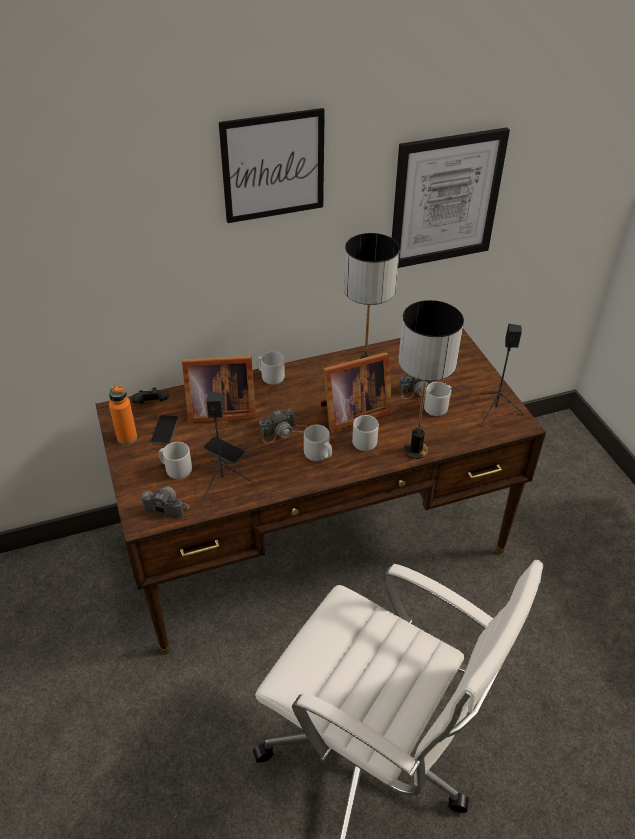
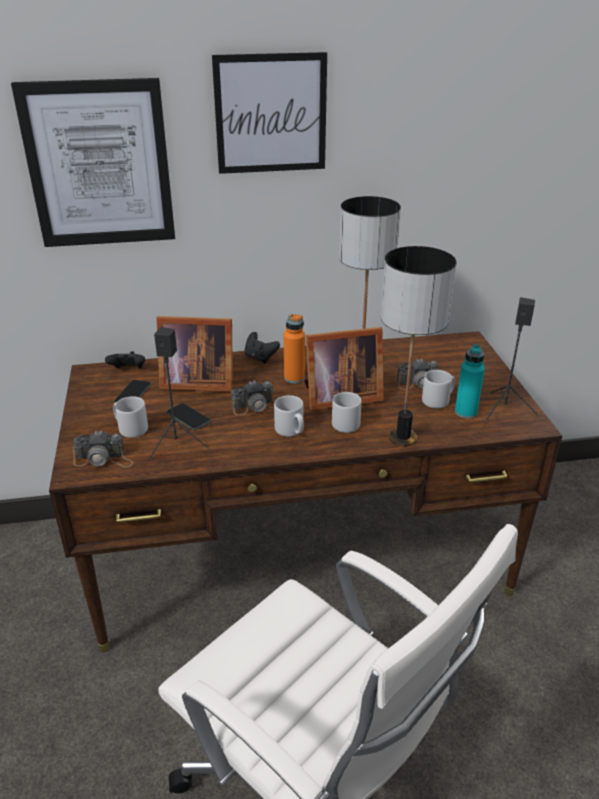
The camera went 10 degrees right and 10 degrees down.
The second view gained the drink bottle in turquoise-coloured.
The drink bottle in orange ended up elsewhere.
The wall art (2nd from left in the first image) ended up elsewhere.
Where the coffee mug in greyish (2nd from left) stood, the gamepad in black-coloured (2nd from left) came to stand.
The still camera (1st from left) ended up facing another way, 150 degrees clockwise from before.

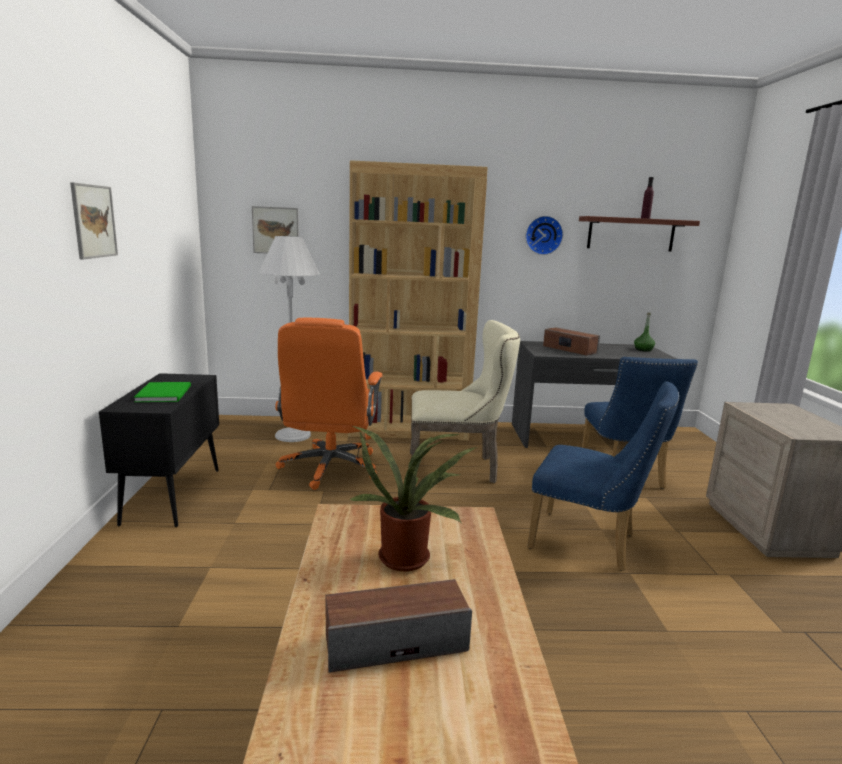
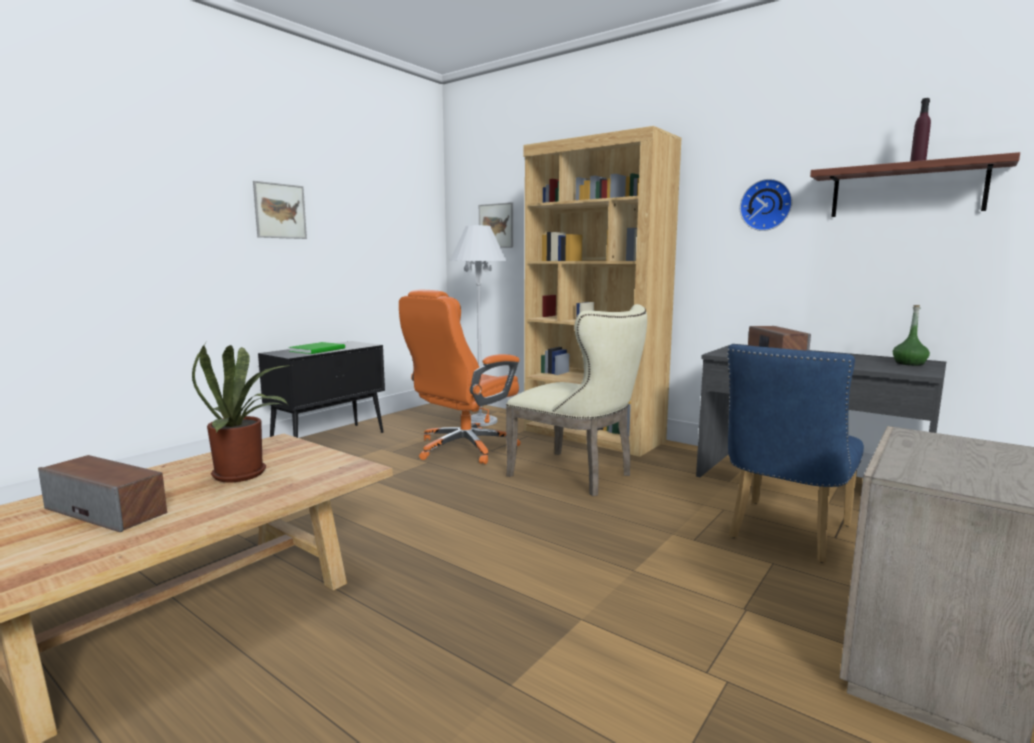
The camera went 40 degrees right and 5 degrees down.
The second view lost the chair in blue (1st from left).

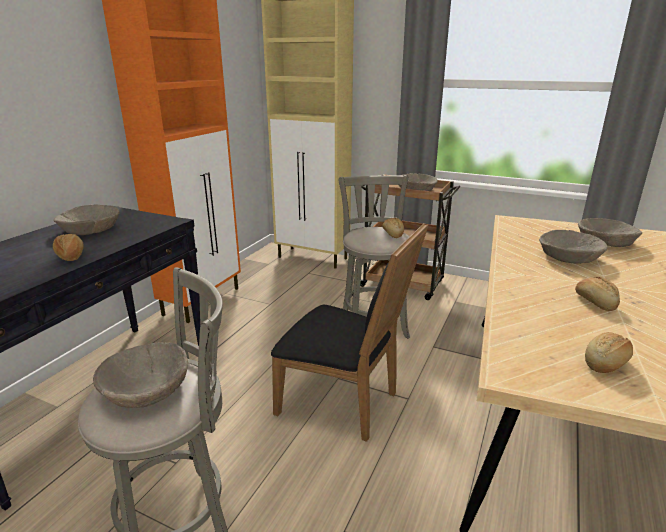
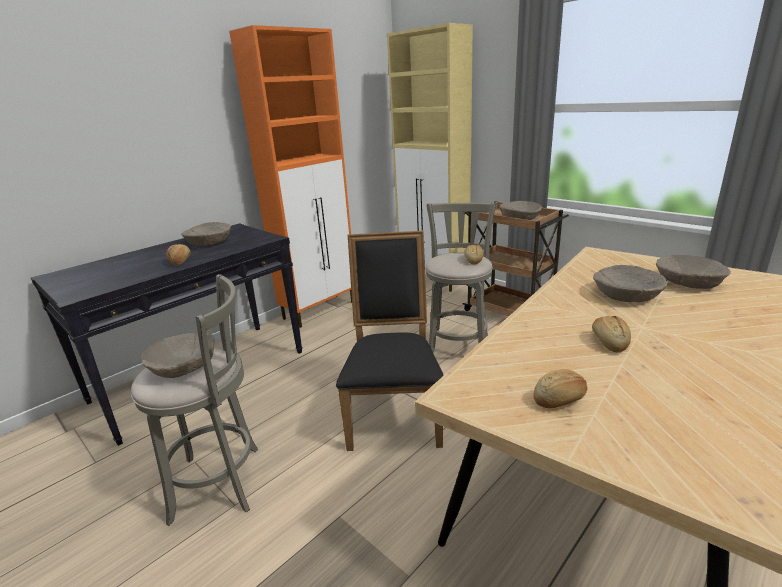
The camera went 20 degrees right and 0 degrees up.
The chair in black-coloured ended up facing another way, 135 degrees counterclockwise from before.

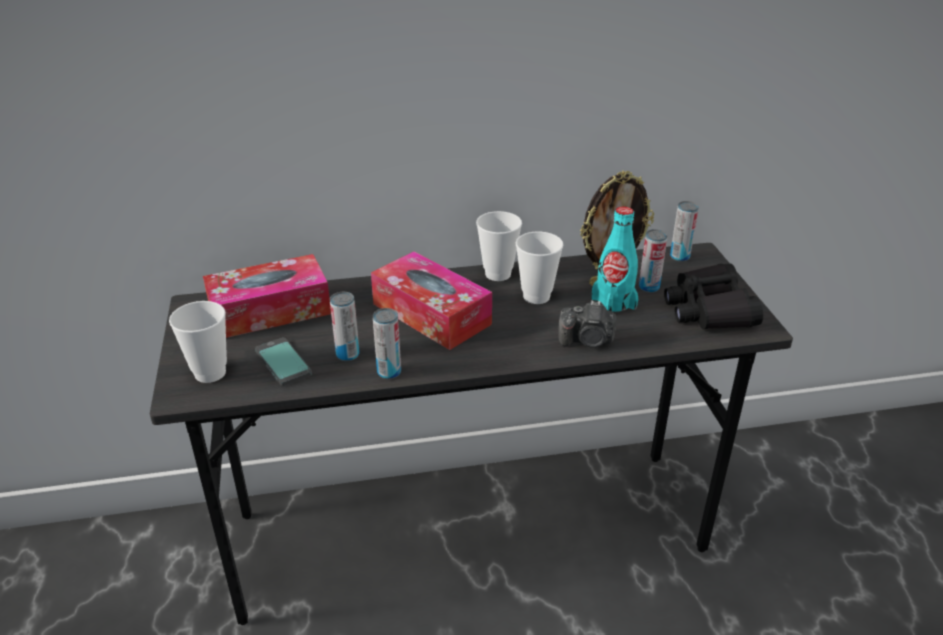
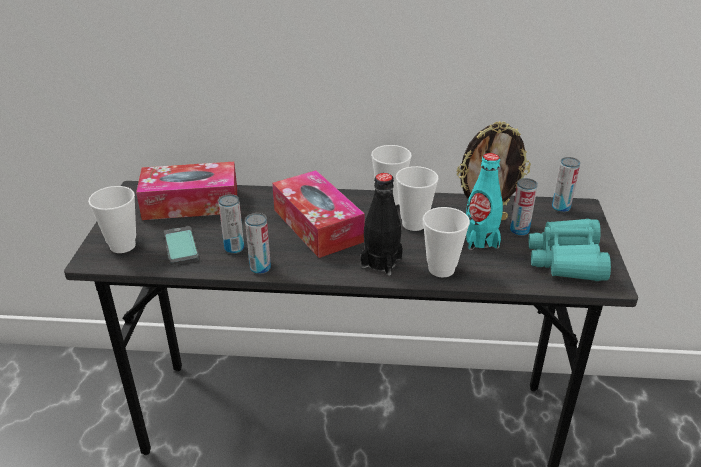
The camera went 15 degrees right and 0 degrees up.
The second view gained the drink bottle in black-coloured.
Where the still camera stood, the cup (4th from left) came to stand.
What was the binoculars in black-coloured turned into the binoculars in turquoise-coloured.

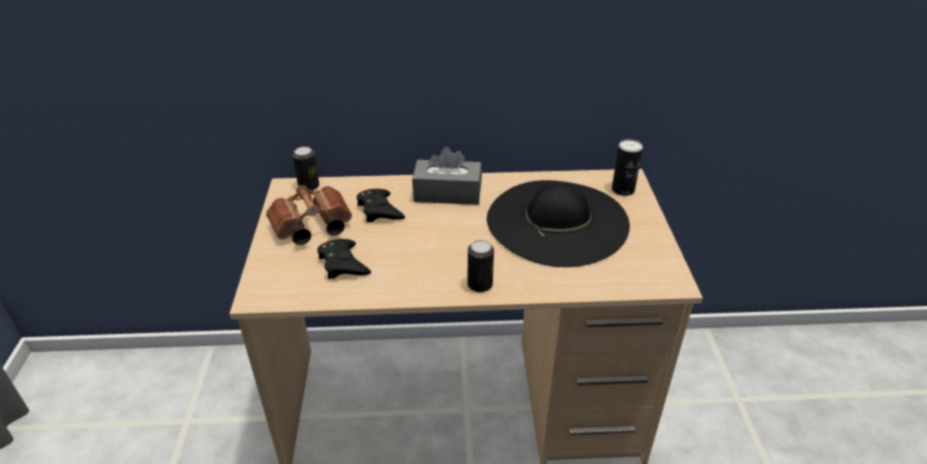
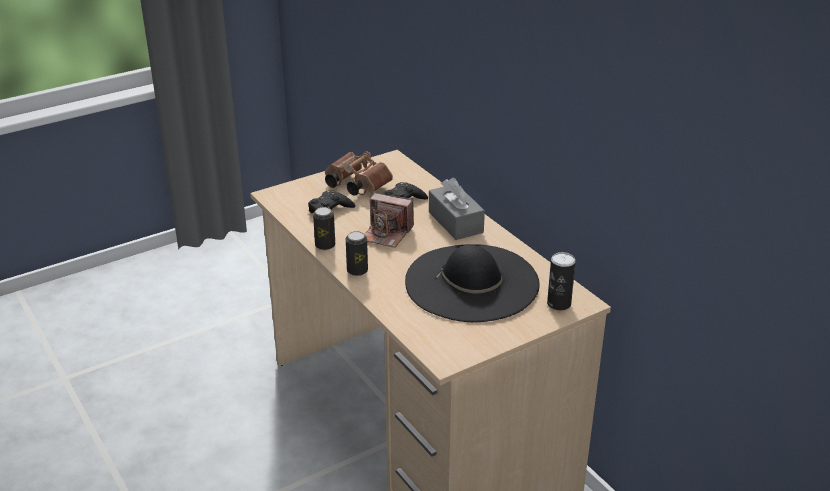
The camera went 60 degrees right and 5 degrees down.
The second view gained the still camera.
The metal can (1st from left) ended up elsewhere.

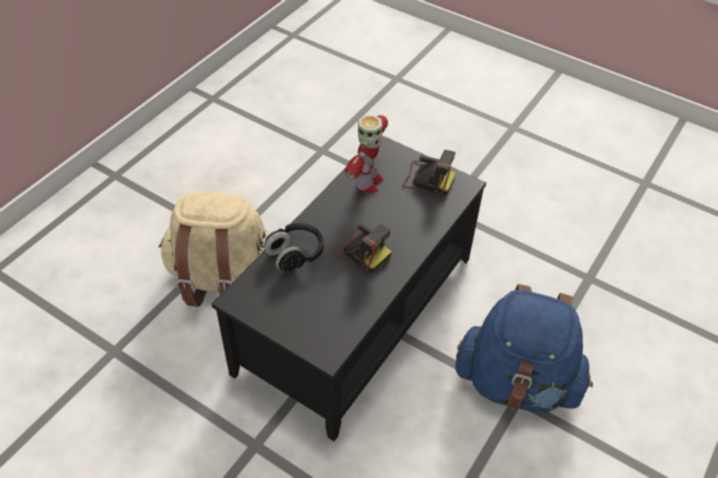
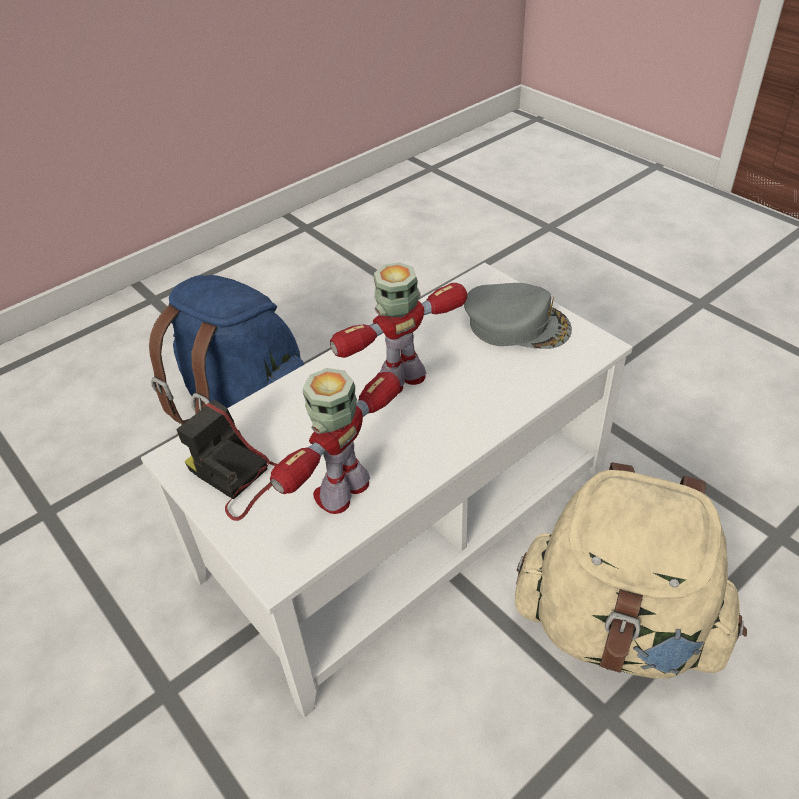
The camera went 160 degrees left and 5 degrees down.
The second view lost the headphones in black-coloured.
The second view gained the baseball cap in greyish.
Where the still camera (1st from left) stood, the toy robot (2nd from left) came to stand.
What was the lounge table in black-coloured turned into the lounge table in whitish.

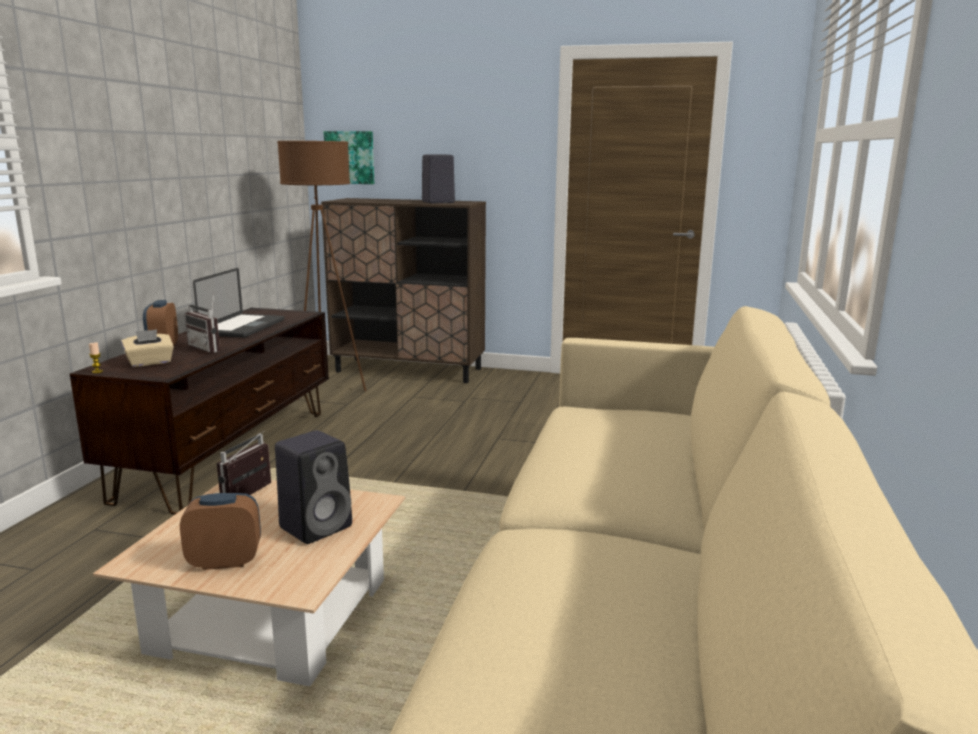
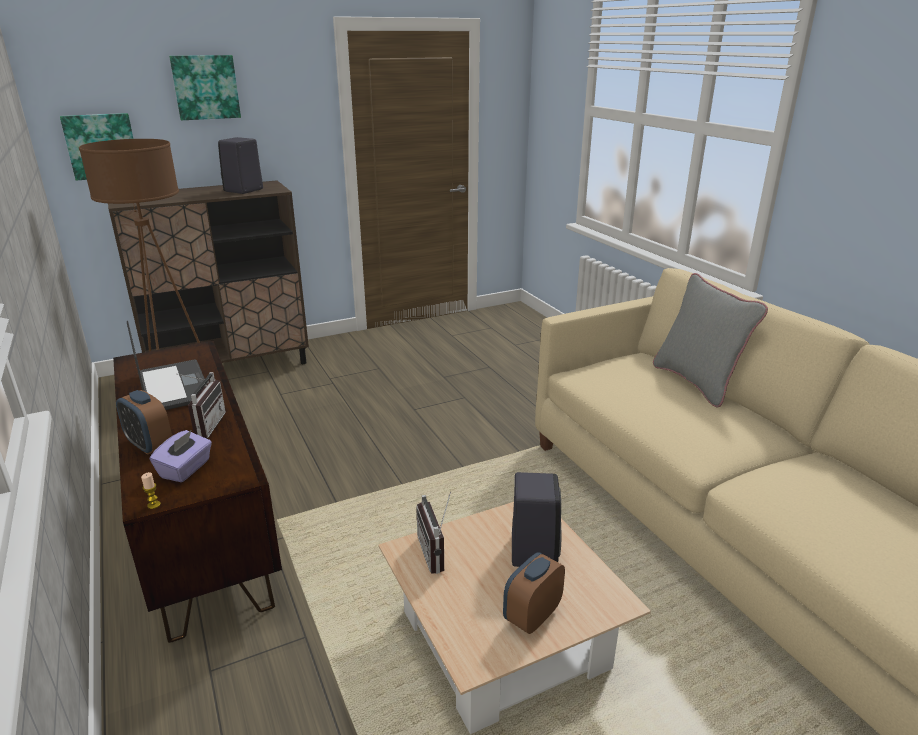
The camera went 40 degrees left and 10 degrees up.
The second view gained the wall art (2nd from left).
The second view gained the throw pillow in greyish.
What was the tissue box in beige-coloured turned into the tissue box in purple-coloured.
The radio (1st from left) ended up facing another way, 90 degrees counterclockwise from before.

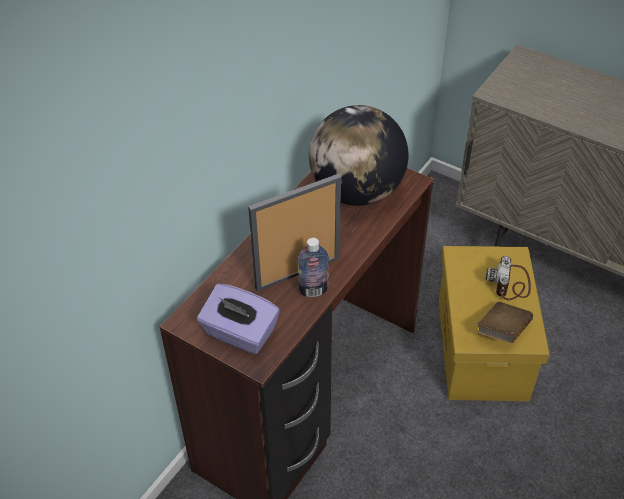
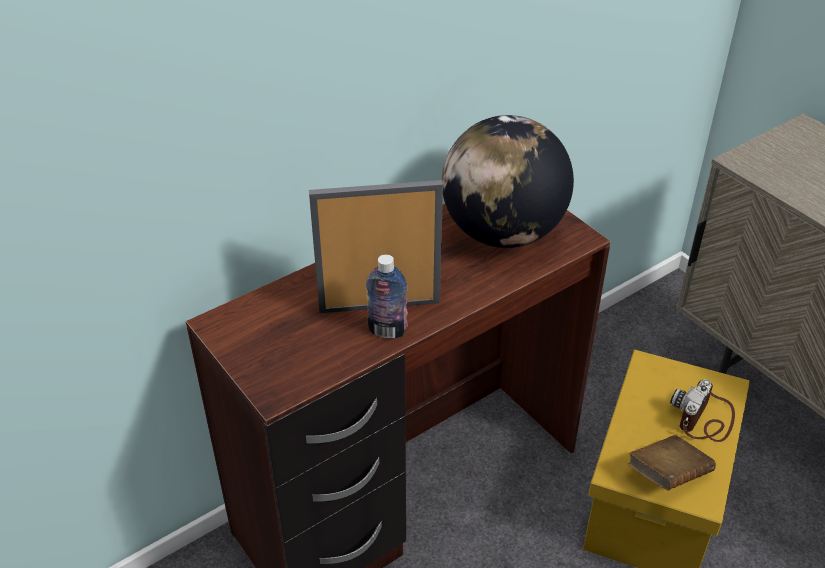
The camera went 20 degrees right and 5 degrees down.
The second view lost the tissue box in purple-coloured.

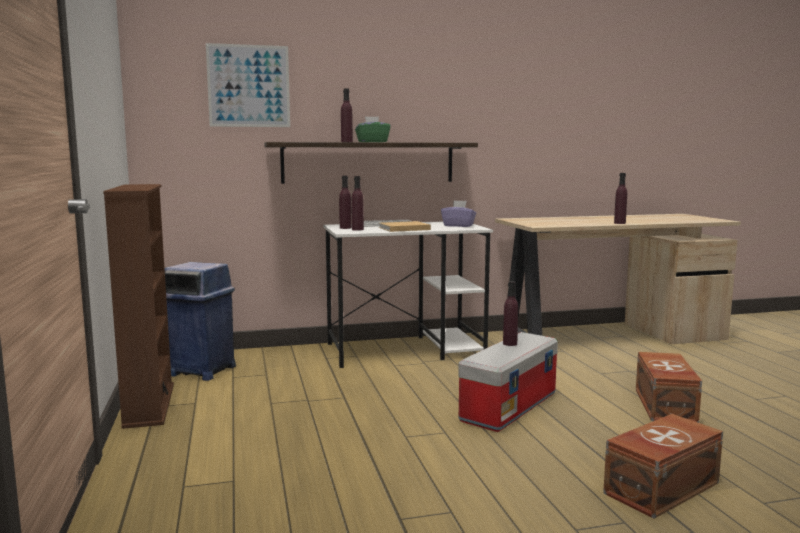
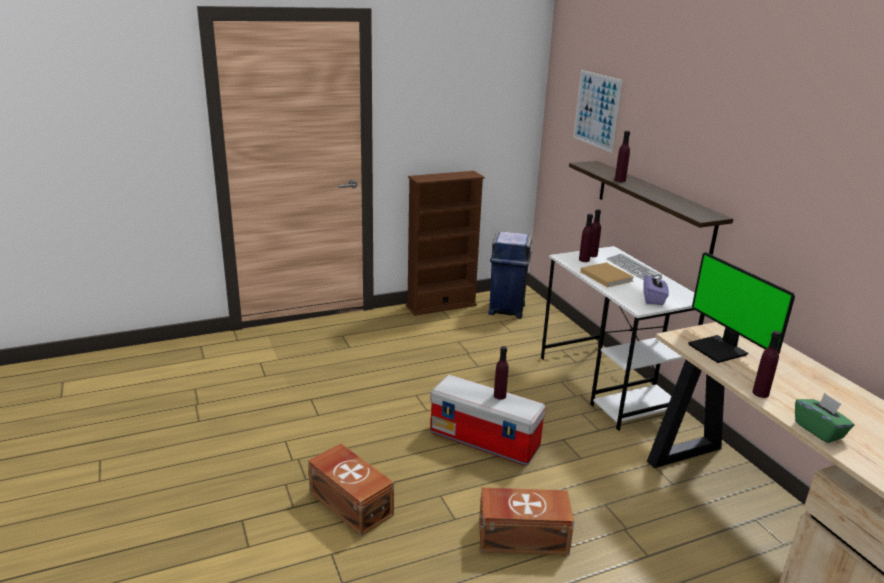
The camera went 80 degrees right and 15 degrees up.
The second view gained the monitor.
The tissue box in green ended up elsewhere.

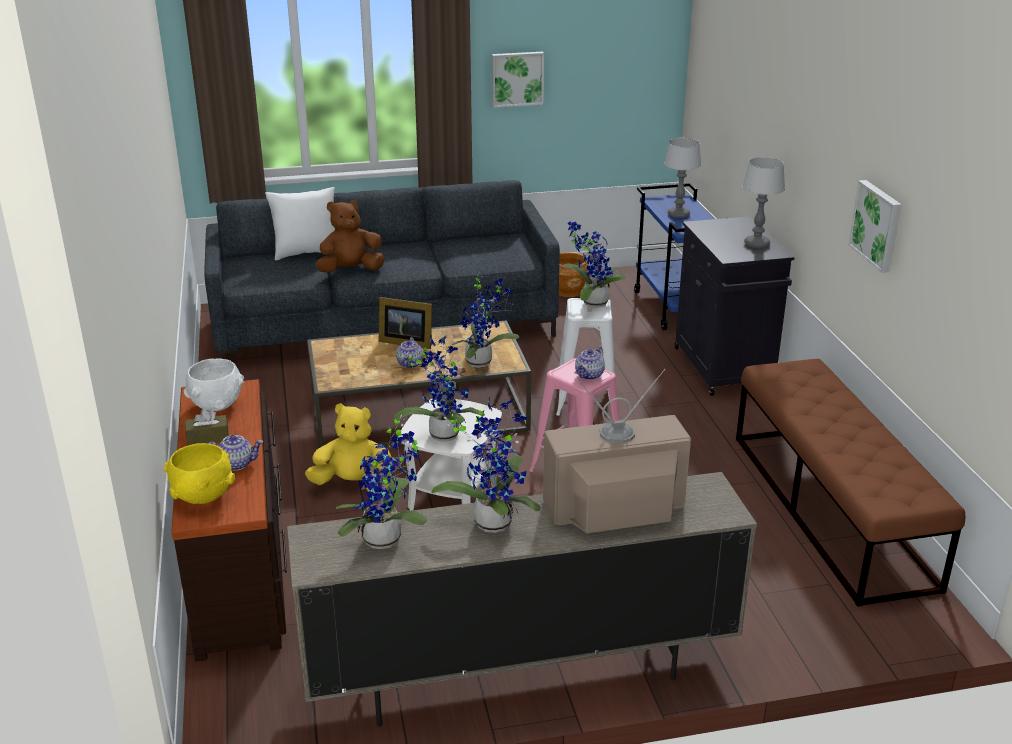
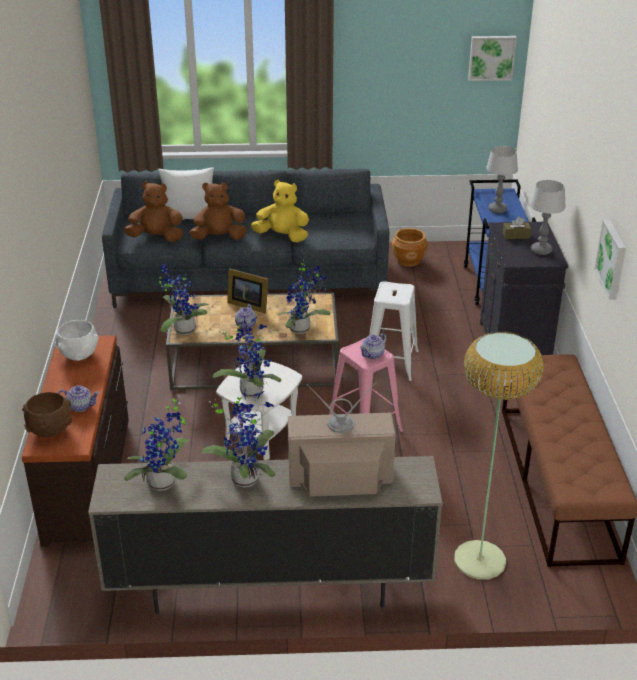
The camera went 10 degrees right and 5 degrees up.
The second view gained the cuddly toy in brownish (1st from left).
The second view gained the standing lamp.
The tissue box in brownish ended up elsewhere.
The cuddly toy in yellow-coloured ended up elsewhere.
The wall art (1st from left) ended up elsewhere.
The houseplant (5th from left in the first image) ended up elsewhere.
What was the bowl in yellow-coloured turned into the bowl in brownish.

